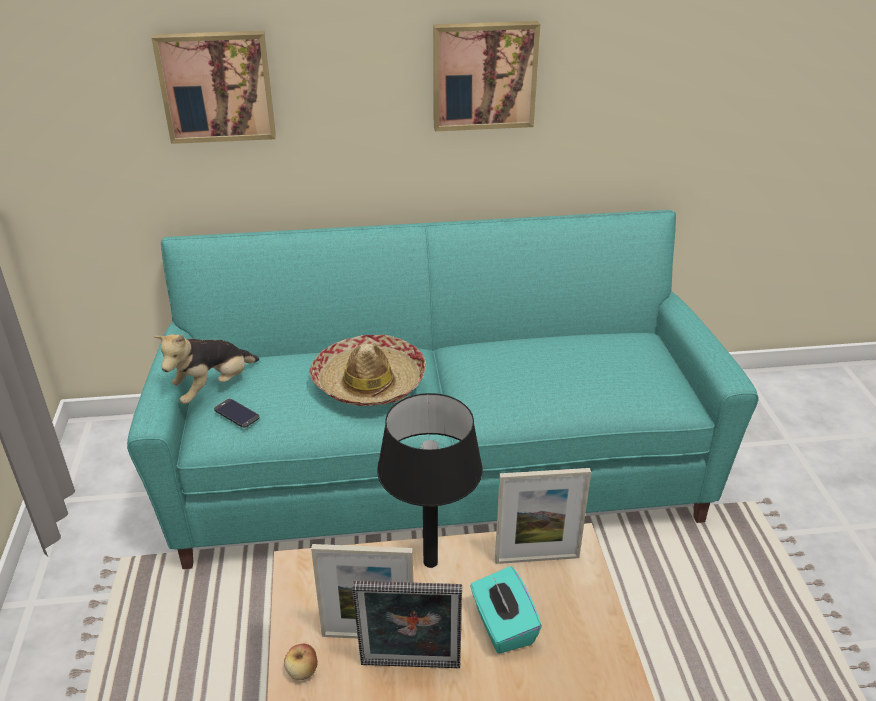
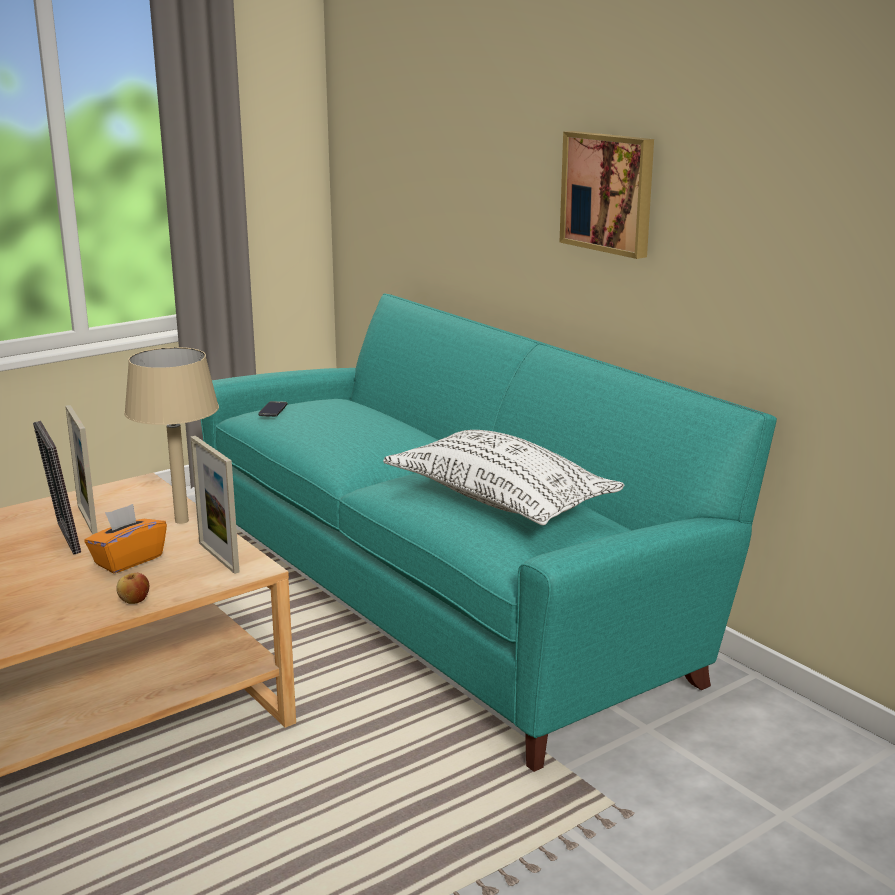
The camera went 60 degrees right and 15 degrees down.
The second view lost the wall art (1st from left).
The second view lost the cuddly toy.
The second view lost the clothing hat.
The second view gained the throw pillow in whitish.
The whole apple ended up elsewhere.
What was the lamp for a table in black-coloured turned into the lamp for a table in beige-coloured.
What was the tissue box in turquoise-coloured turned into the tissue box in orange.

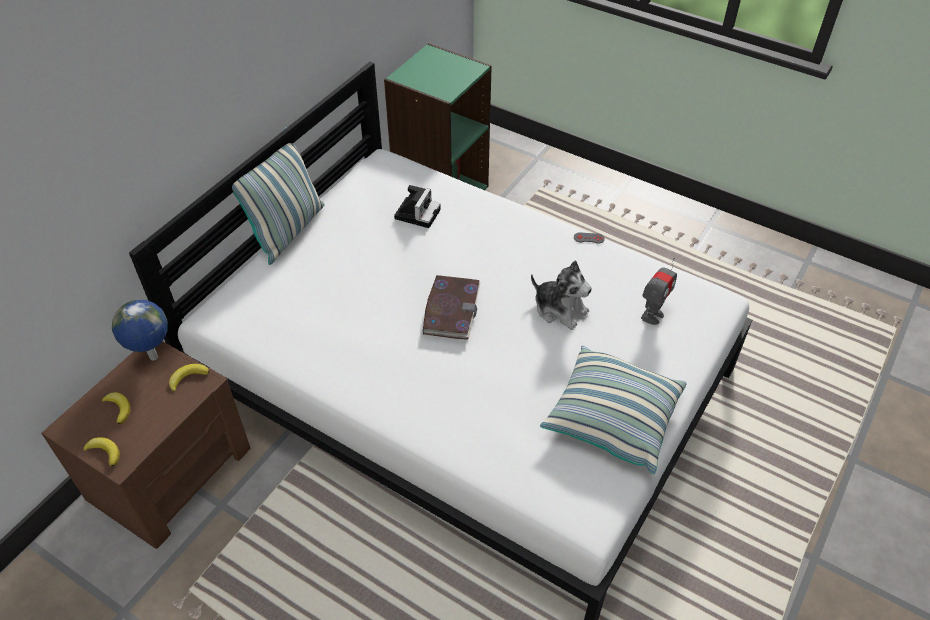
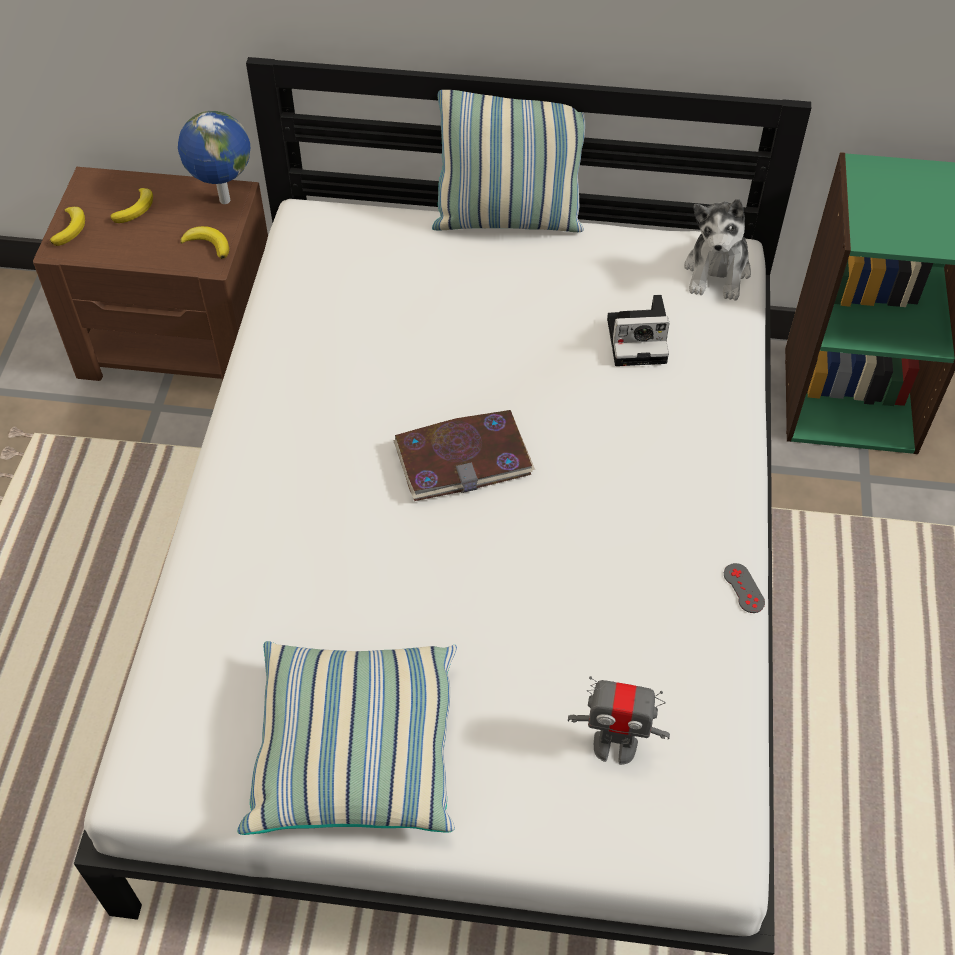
The camera went 65 degrees right and 5 degrees up.
The cuddly toy ended up elsewhere.

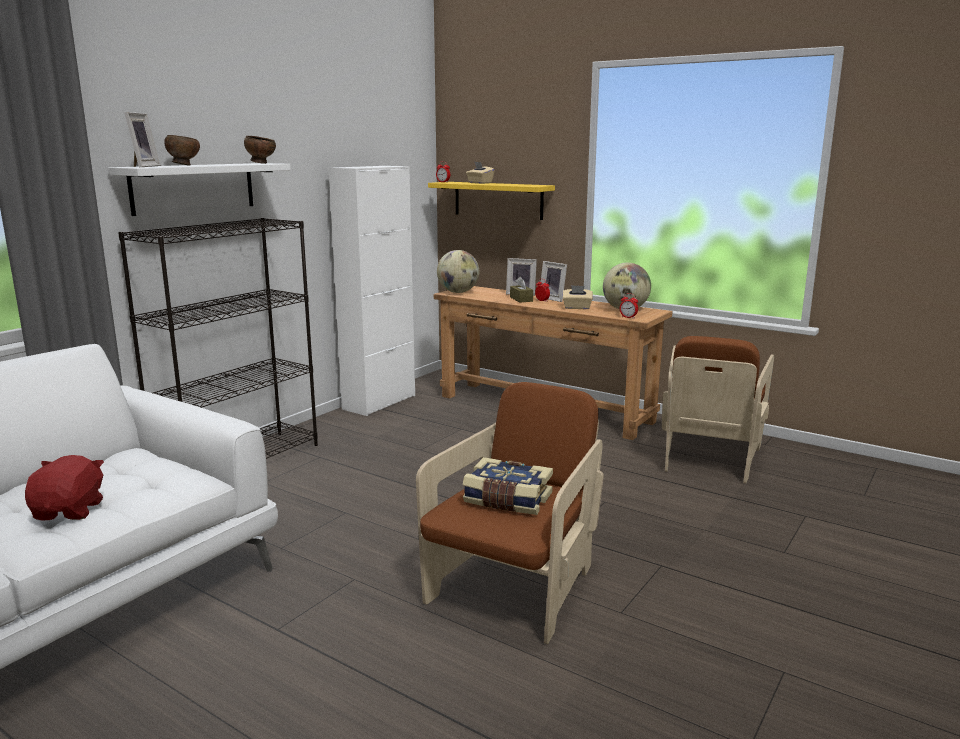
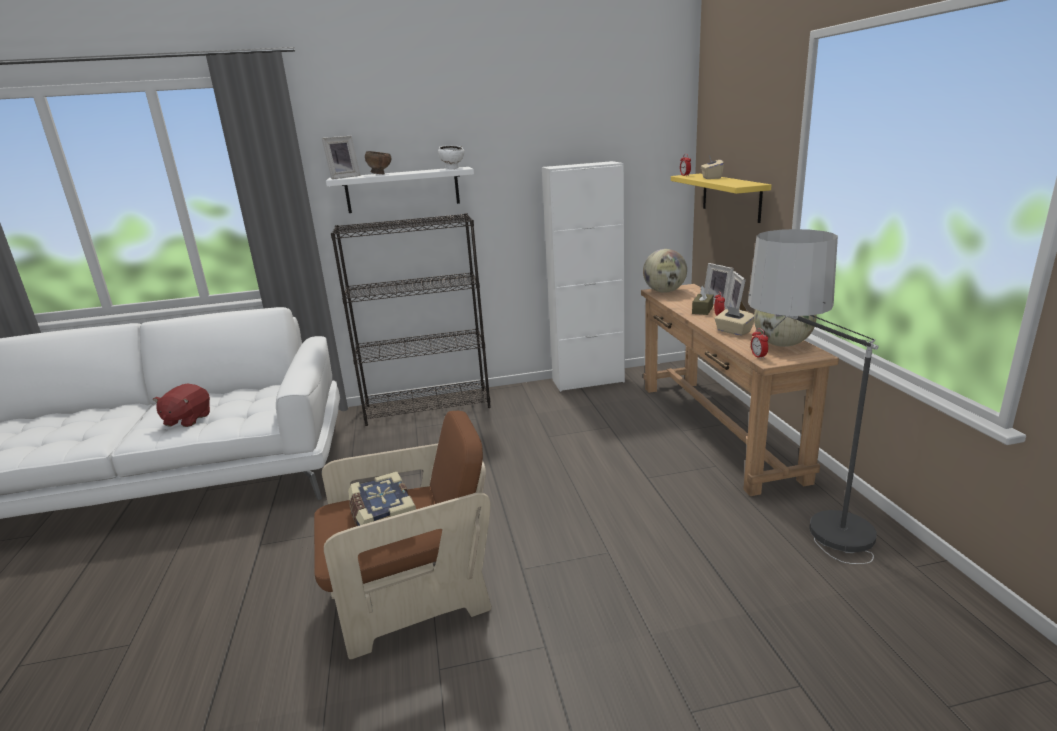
The camera went 45 degrees right and 5 degrees up.
Where the easy chair in brownish (2nd from left) stood, the standing lamp came to stand.
What was the bowl in brownish (2nd from left) turned into the bowl in whitish.
The cuddly toy in red ended up facing another way, 150 degrees clockwise from before.

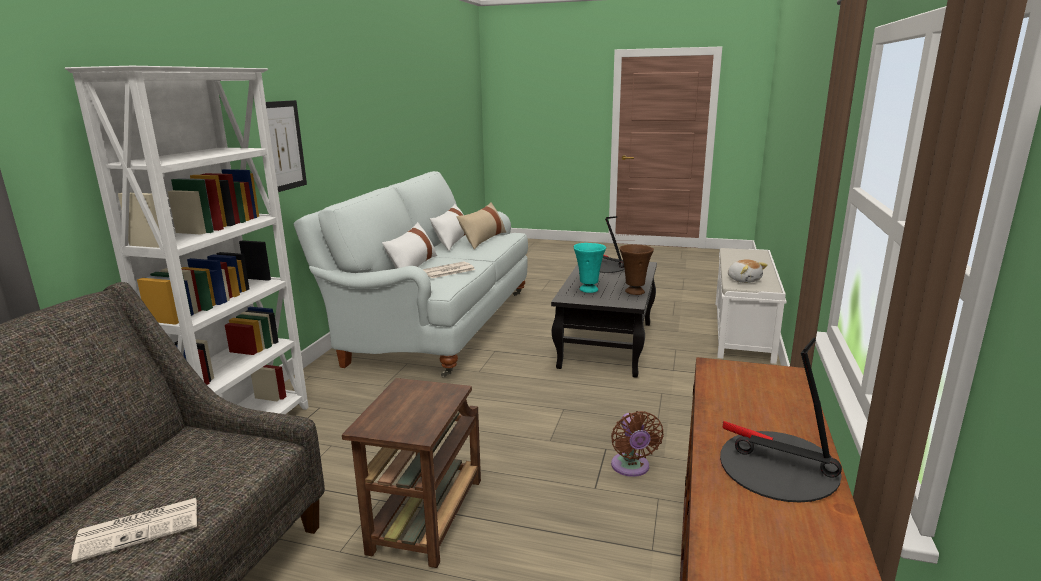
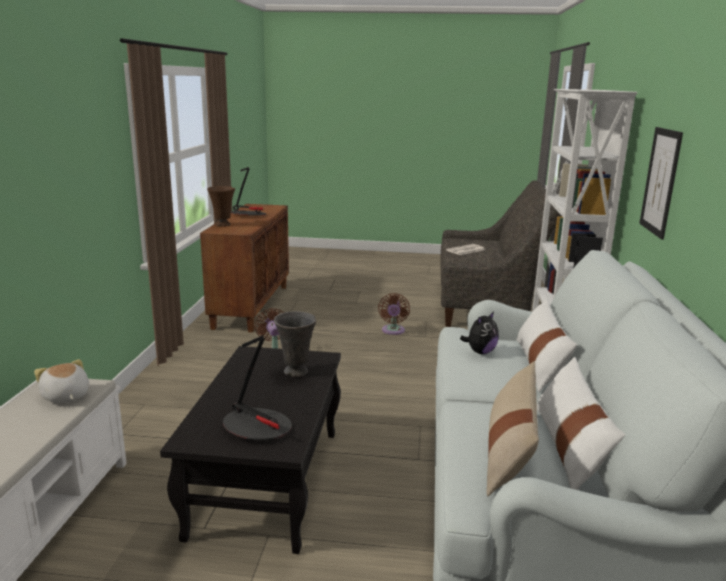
The camera went 170 degrees right and 0 degrees up.
The vase in brownish ended up elsewhere.
Where the accent table in brownish stood, the electric fan in brownish (2nd from left) came to stand.
Where the newspaper (2nd from left) stood, the cuddly toy (2nd from left) came to stand.
What was the vase in turquoise-coloured turned into the vase in greyish.

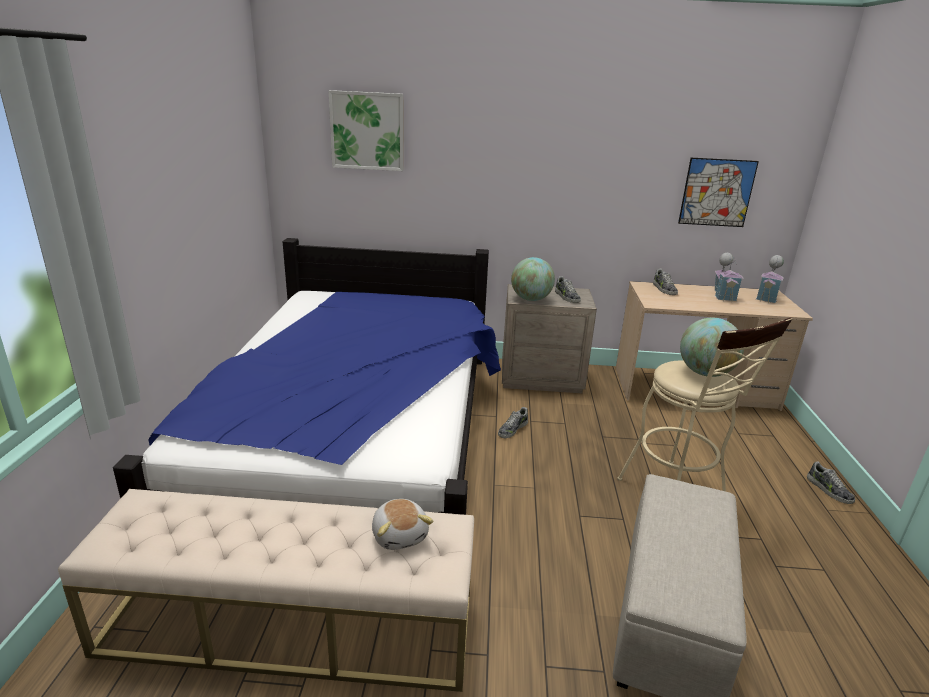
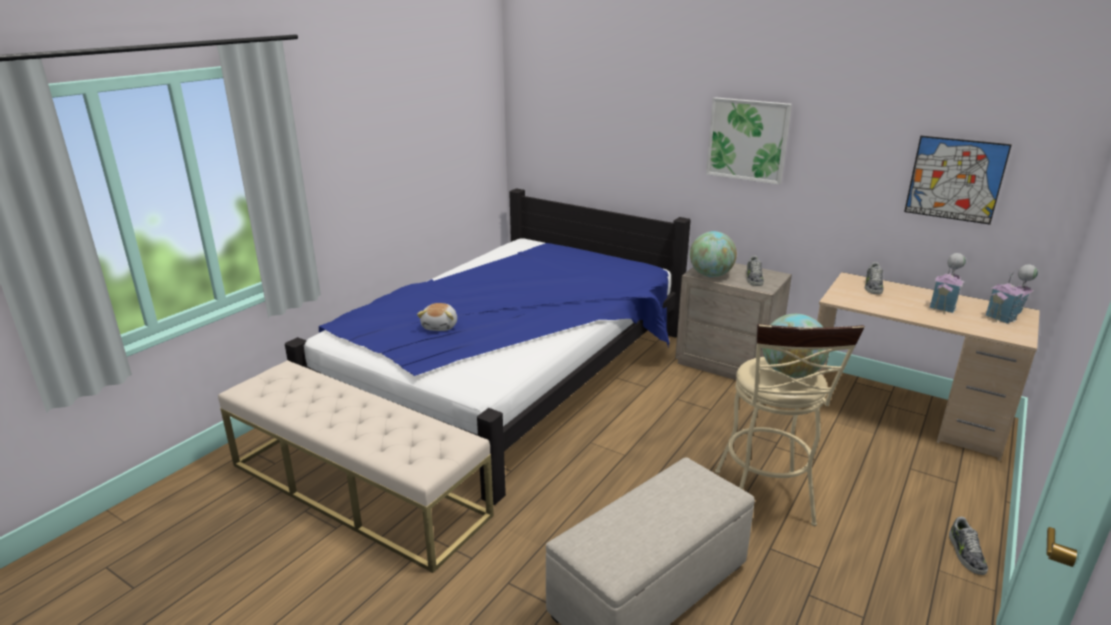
The camera went 30 degrees right and 0 degrees up.
The second view lost the shoe (1st from left).
The wall art (1st from left) ended up elsewhere.
The cuddly toy ended up elsewhere.

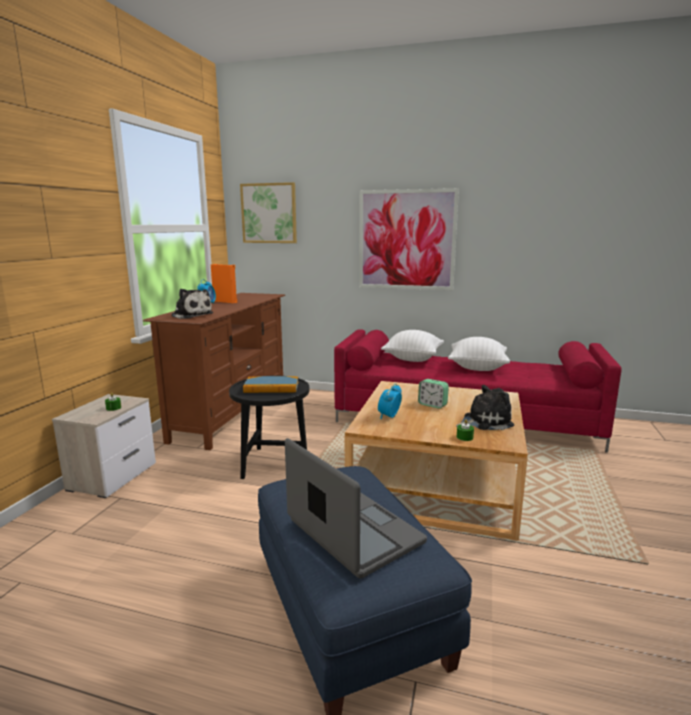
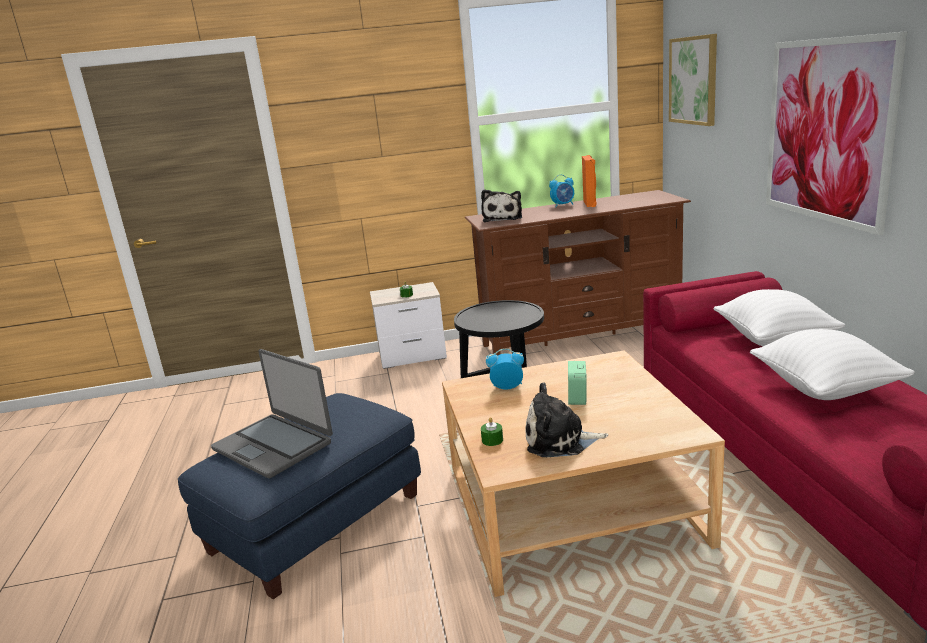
The camera went 65 degrees right and 5 degrees up.
The second view lost the volume.
The notebook computer ended up facing another way, 105 degrees clockwise from before.
The cuddly toy (2nd from left) ended up facing another way, 135 degrees clockwise from before.

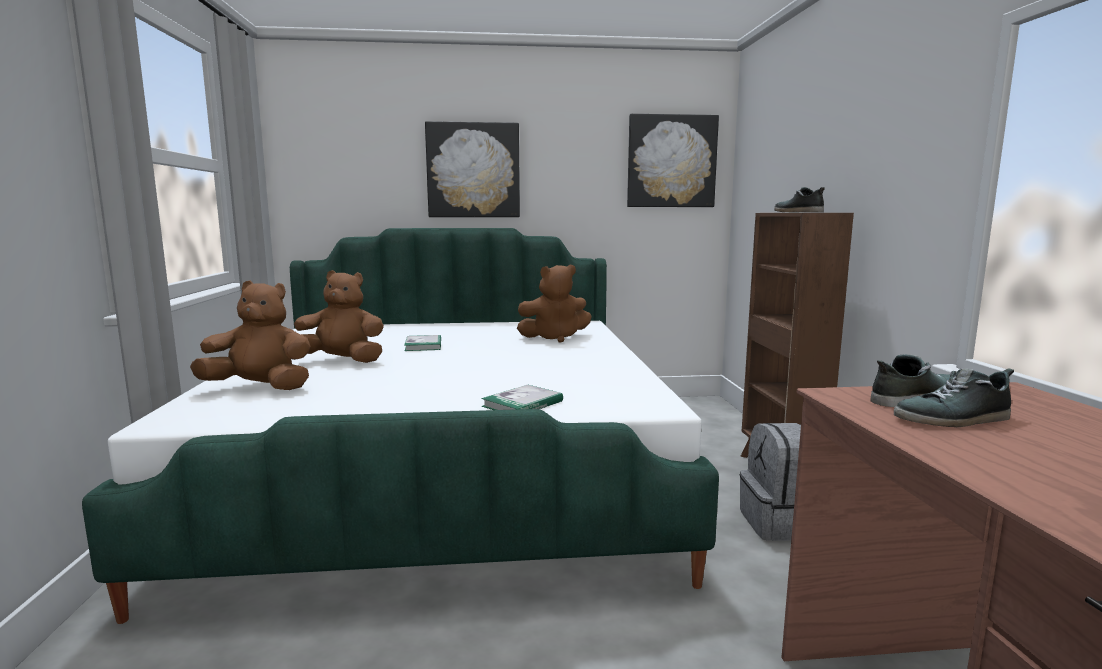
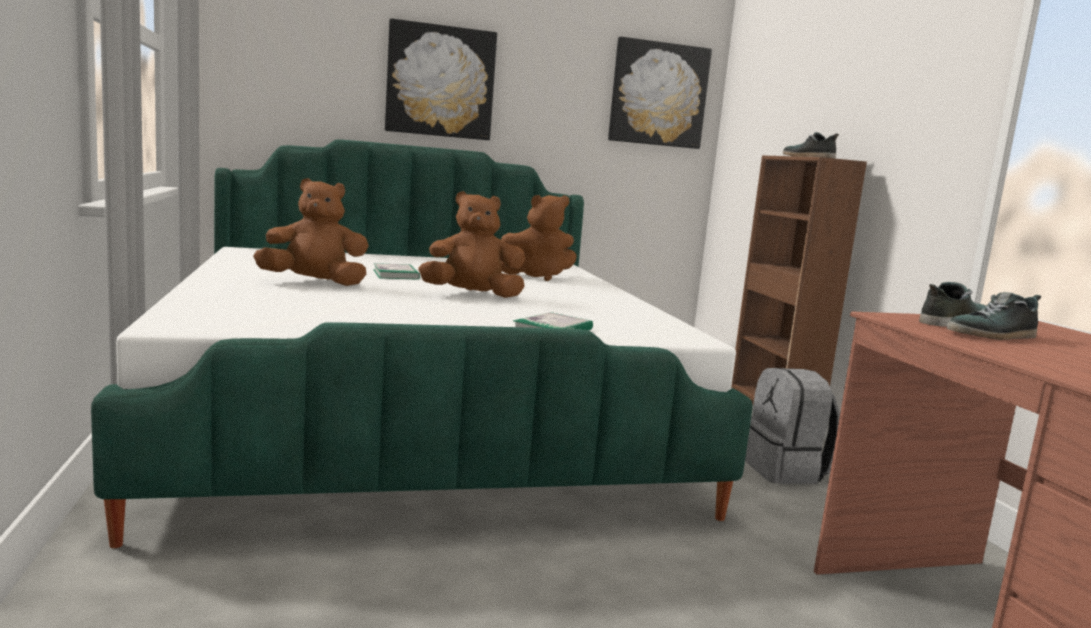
The camera went 10 degrees left and 0 degrees up.
The cuddly toy in brownish (1st from left in the first image) ended up elsewhere.

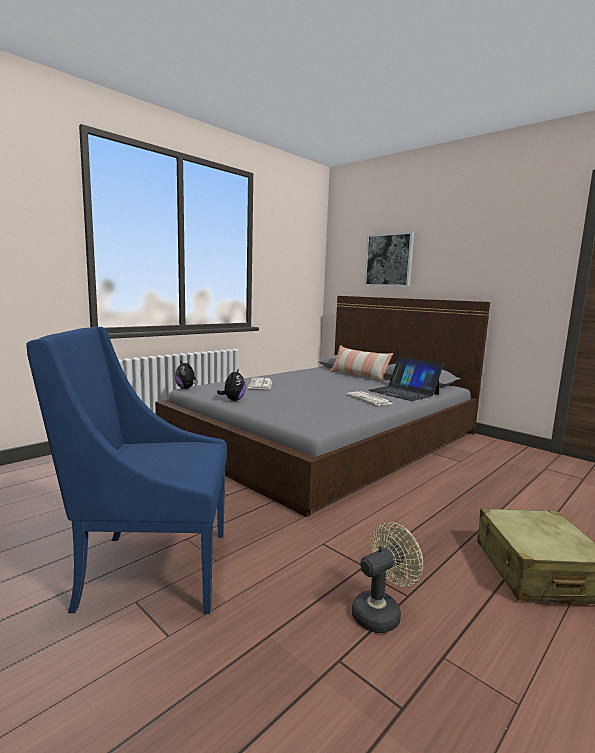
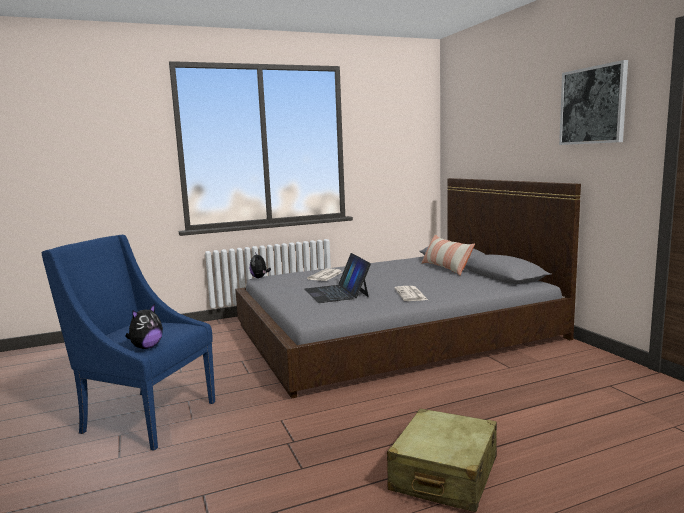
The camera went 25 degrees right and 0 degrees up.
The second view lost the electric fan in beige-coloured.
The cuddly toy (2nd from left in the first image) ended up elsewhere.
The wall art ended up elsewhere.
The notebook computer ended up elsewhere.

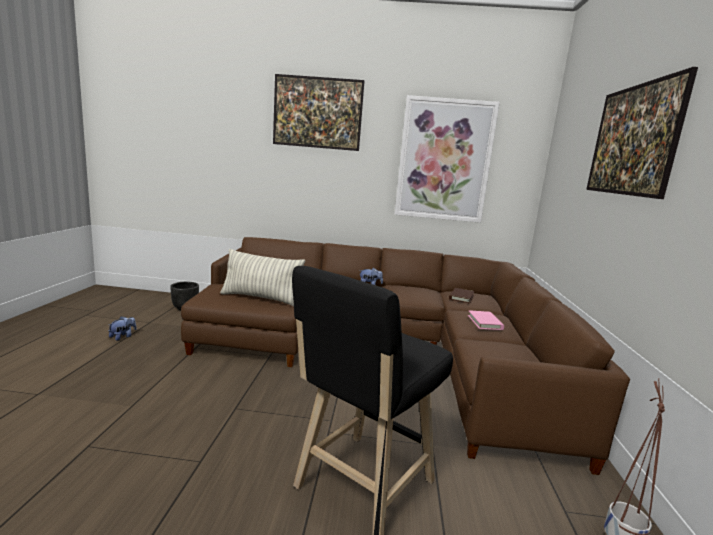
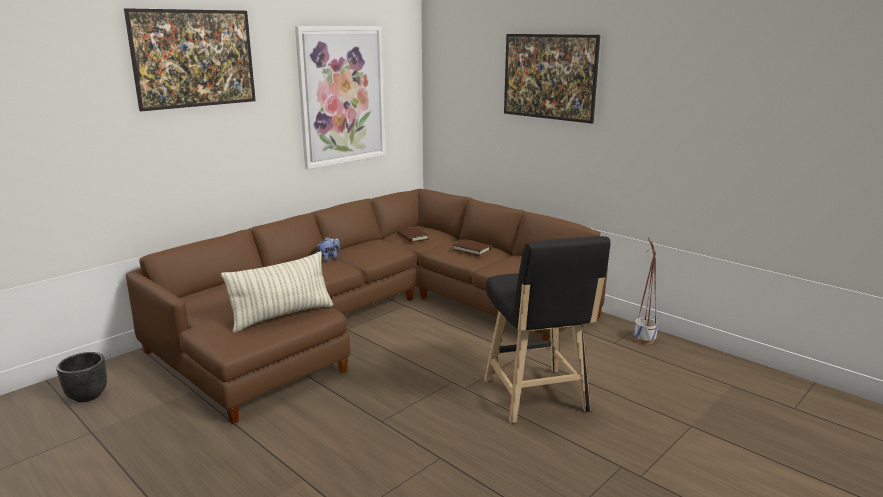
The camera went 50 degrees left and 5 degrees up.
The second view lost the cuddly toy (1st from left).
What was the volume in pinkish turned into the volume in brownish (2nd from left).

